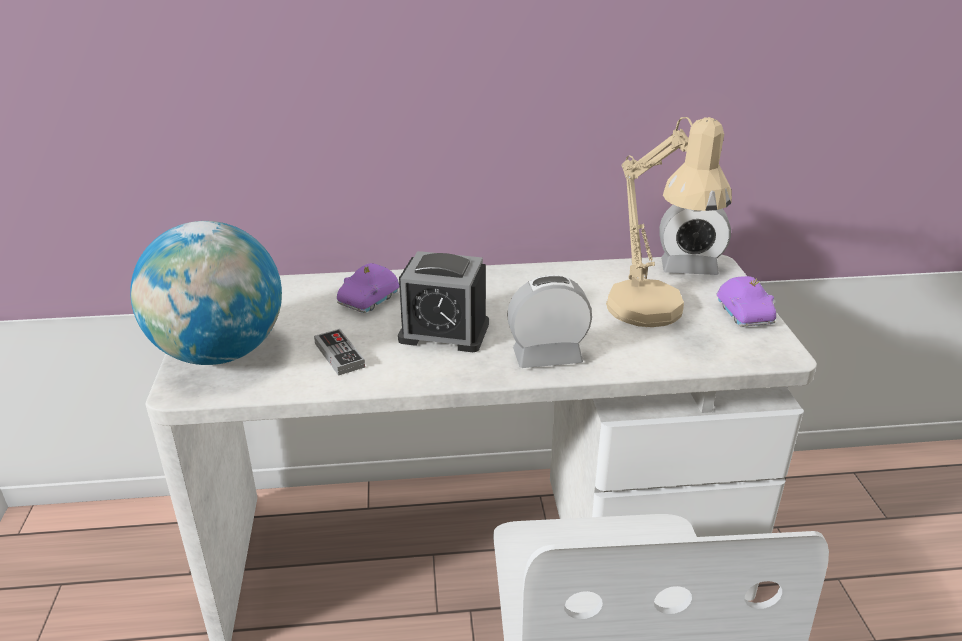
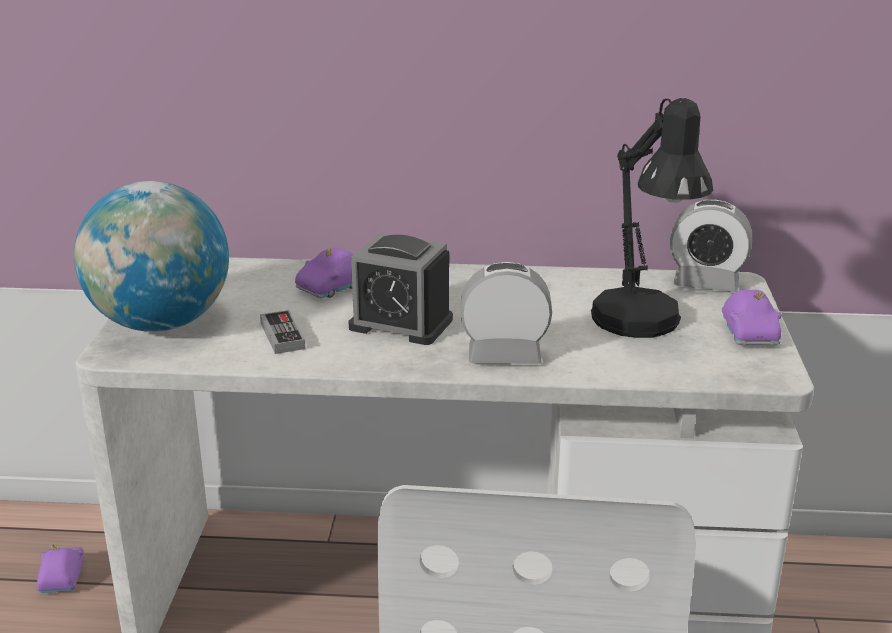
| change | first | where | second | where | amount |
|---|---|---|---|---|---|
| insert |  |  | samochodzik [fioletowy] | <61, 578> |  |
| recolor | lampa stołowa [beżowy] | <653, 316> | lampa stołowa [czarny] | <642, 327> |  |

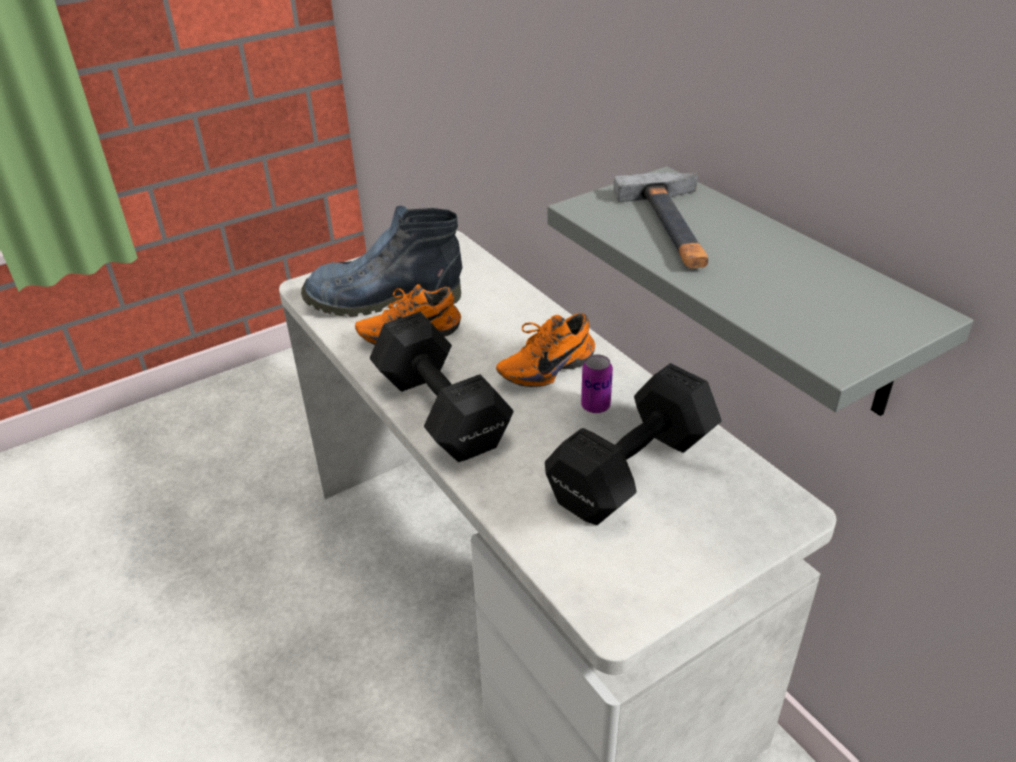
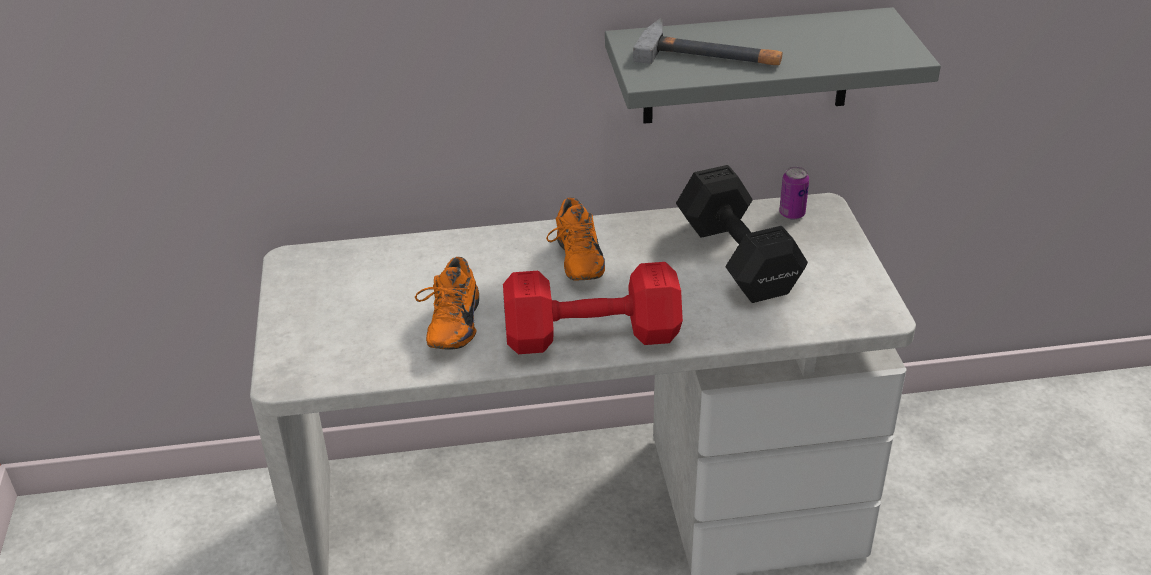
| change | first | where | second | where | amount |
|---|---|---|---|---|---|
| delete | but z cholewką | <381, 300> |  |  |  |
| move | puszka | <595, 406> |  | <792, 214> |  |
| recolor | hantel [czarny] | <440, 408> | hantel [czerwony] | <588, 335> |  |

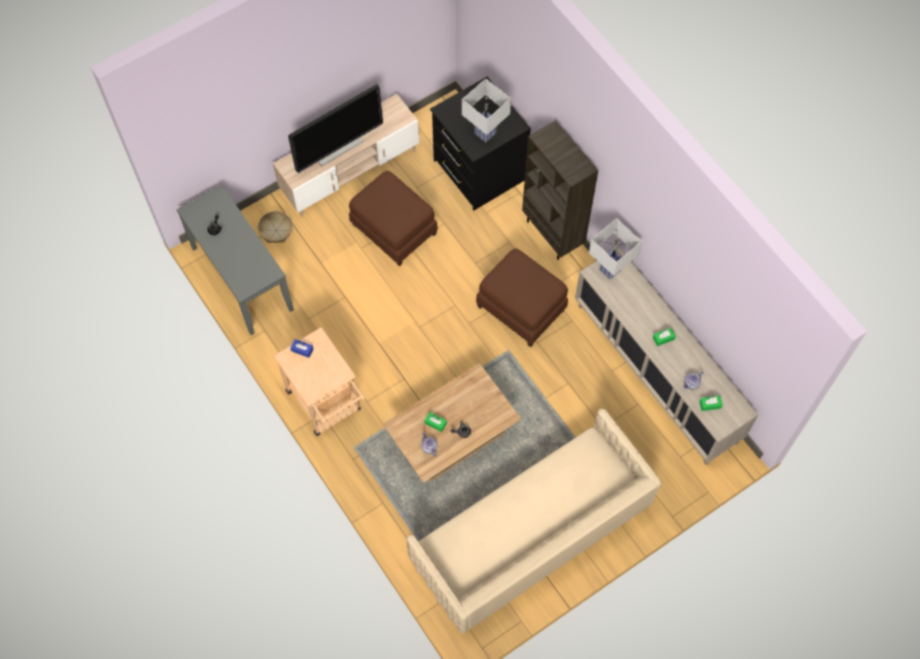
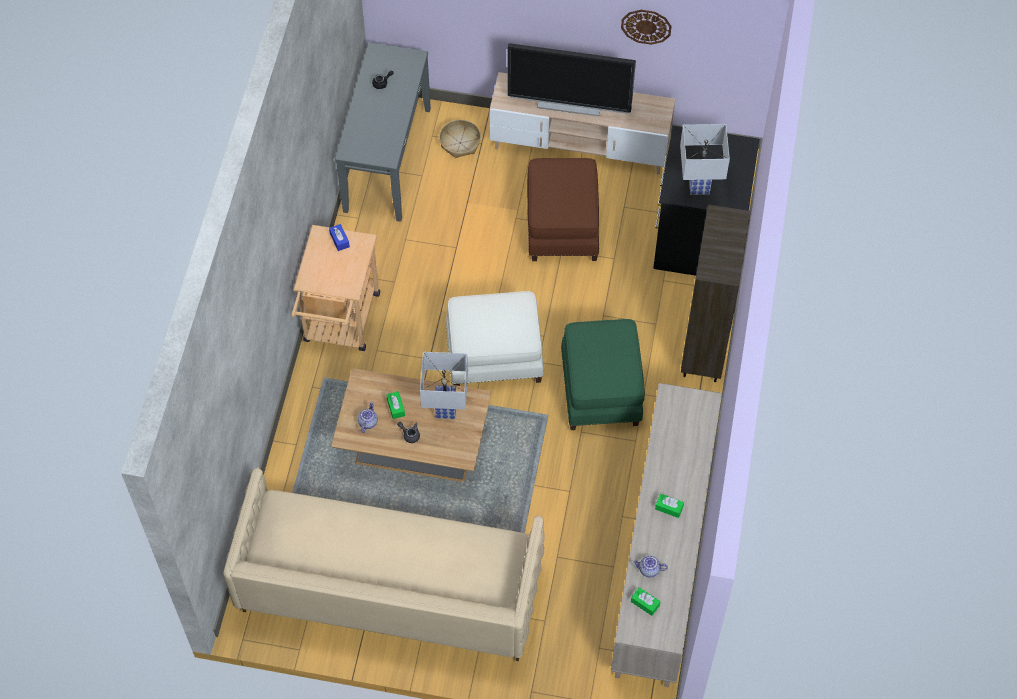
| change | first | where | second | where | amount |
|---|---|---|---|---|---|
| insert |  |  | pufa [biały] | <494, 355> |  |
| insert |  |  | zegar ścienny | <646, 26> |  |
| move | lampa stołowa [biały] | <610, 269> |  | <446, 409> |  |
| recolor | pufa [brązowy] | <521, 307> | pufa [zielony] | <601, 389> |  |

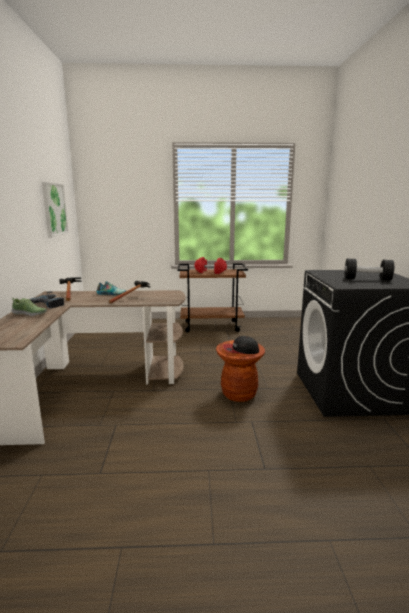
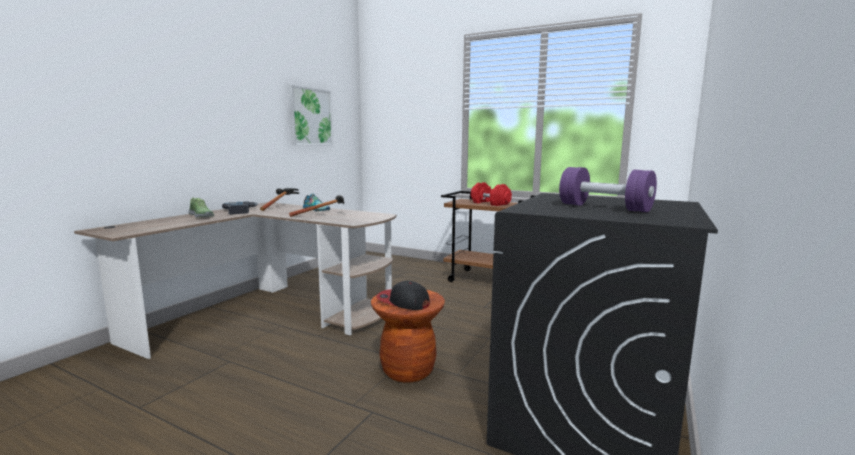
| change | first | where | second | where | amount |
|---|---|---|---|---|---|
| recolor | hantel [czarny] | <367, 279> | hantel [fioletowy] | <604, 207> |  |

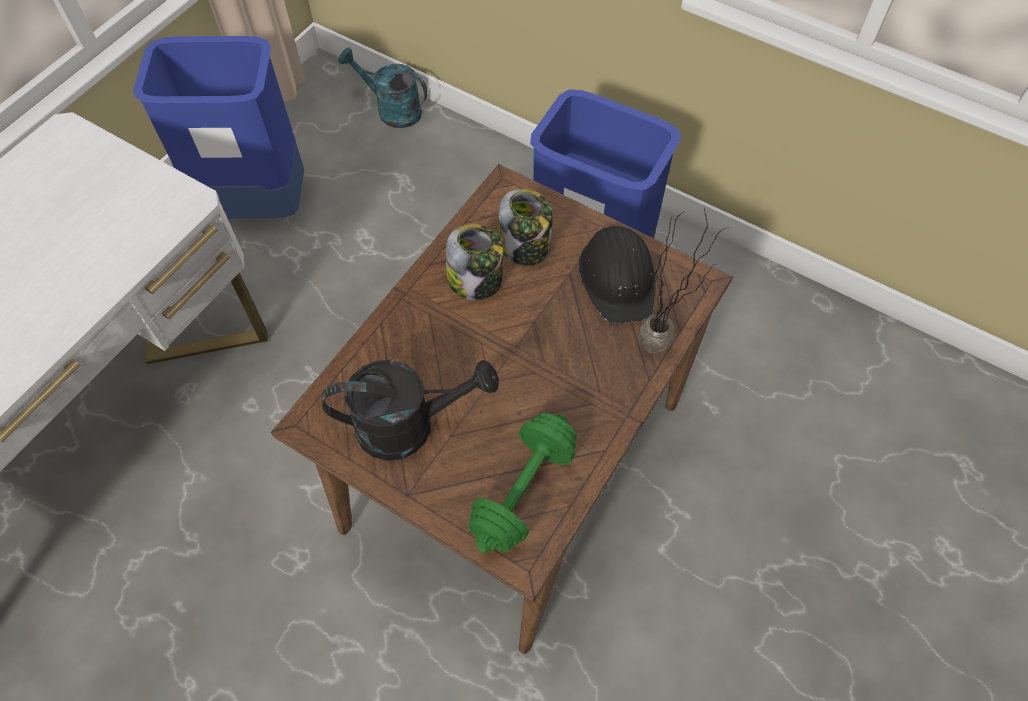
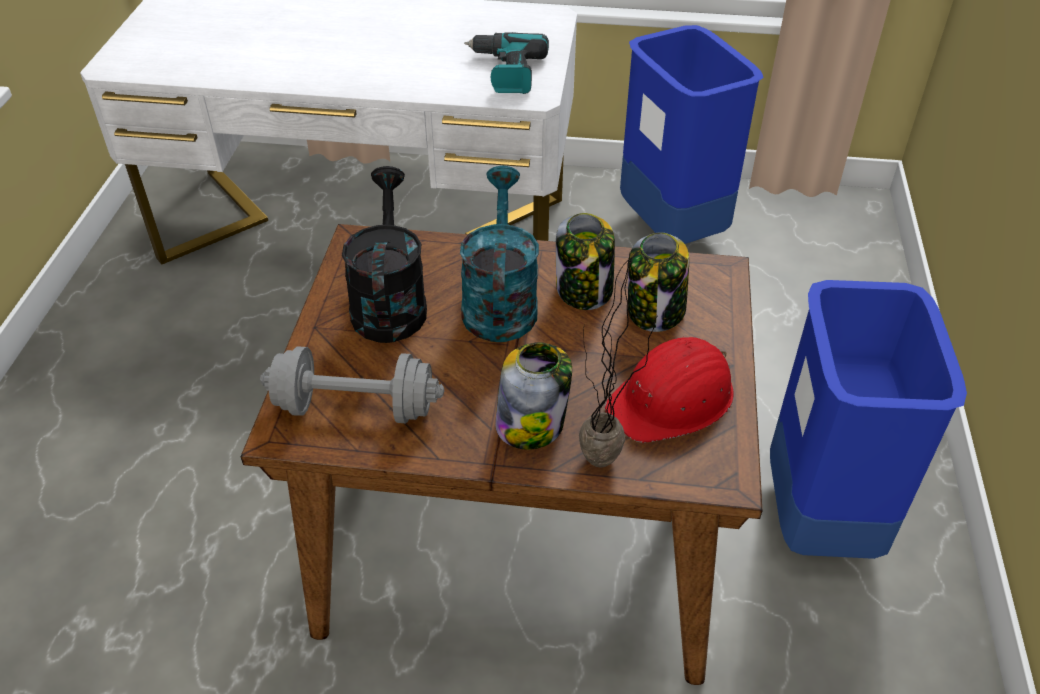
| change | first | where | second | where | amount |
|---|---|---|---|---|---|
| insert |  |  | wiertarka | <506, 72> |  |
| insert |  |  | słoik | <531, 424> |  |
| move | konewka [turkusowy] | <392, 110> |  | <499, 301> |  |
| recolor | hantel [zielony] | <523, 492> | hantel [szary] | <355, 407> |  |
| recolor | kask [czarny] | <618, 278> | kask [czerwony] | <673, 399> |  |
| rotate | konewka [czarny] | <409, 425> |  | <389, 302> | 150 degrees counterclockwise |

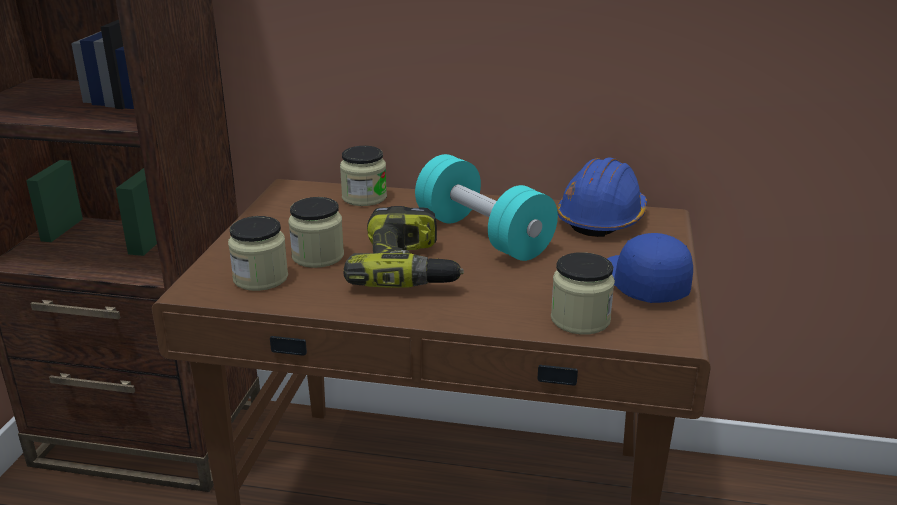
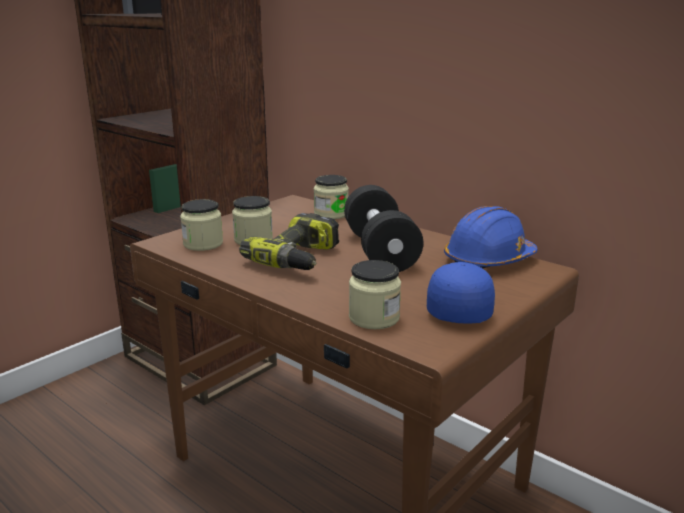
| change | first | where | second | where | amount |
|---|---|---|---|---|---|
| recolor | hantel [turkusowy] | <483, 235> | hantel [czarny] | <380, 251> |  |

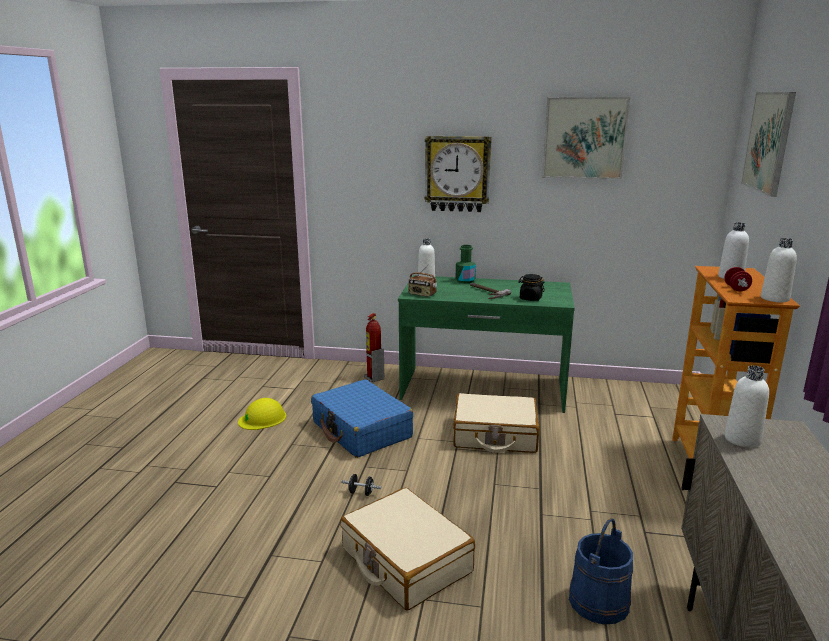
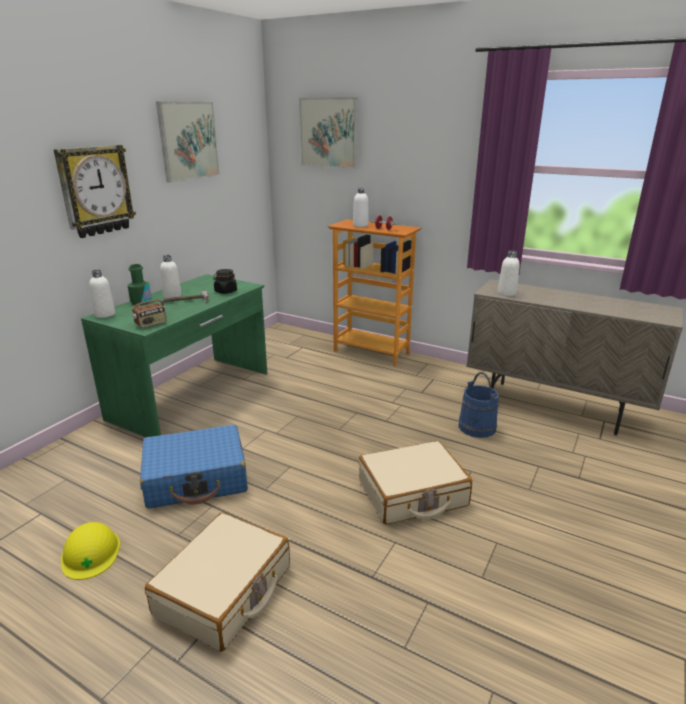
| change | first | where | second | where | amount |
|---|---|---|---|---|---|
| delete | hantel [czarny] | <361, 493> |  |  |  |
| delete | gaśnica | <374, 378> |  |  |  |
| move | walizka [beżowy] | <494, 435> |  | <224, 591> |  |
| move | butelka [biały] | <774, 298> |  | <172, 296> |  |

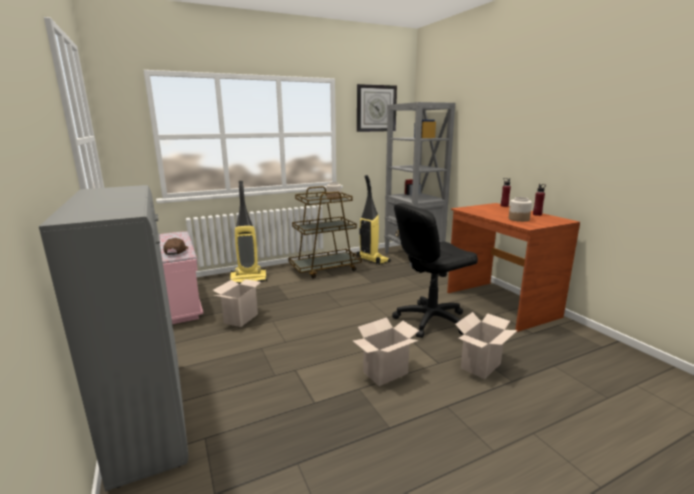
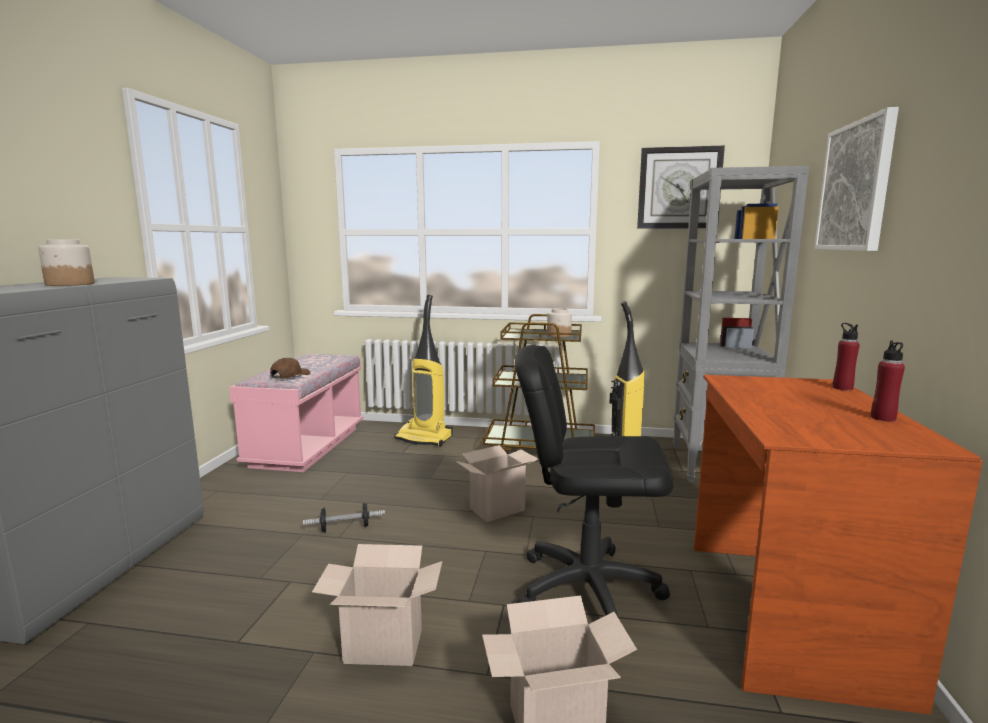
| change | first | where | second | where | amount |
|---|---|---|---|---|---|
| insert |  |  | hantel | <345, 528> |  |
| insert |  |  | obraz | <855, 187> |  |
| move | karton | <241, 318> |  | <497, 508> |  |
| move | słoik | <518, 219> |  | <69, 284> |  |

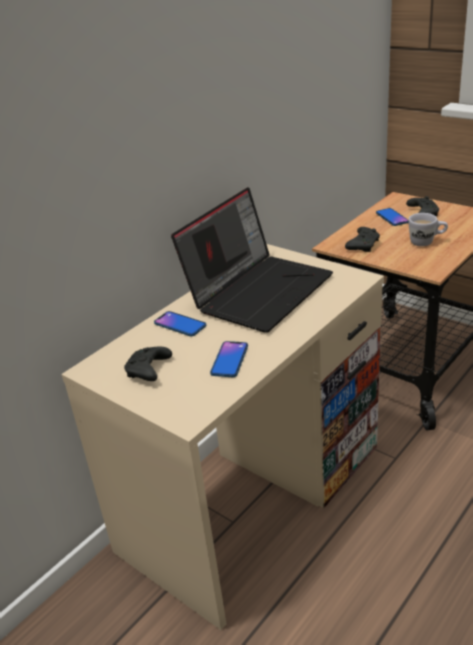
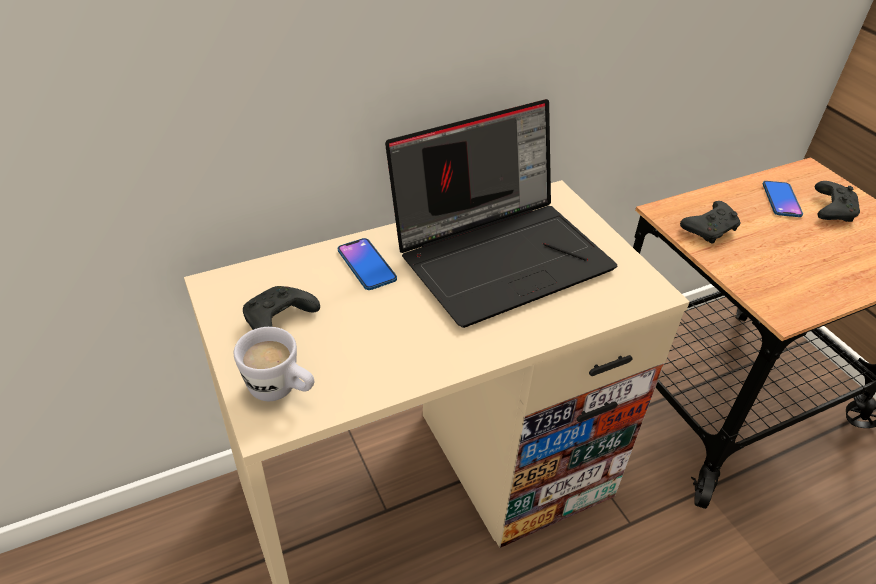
| change | first | where | second | where | amount |
|---|---|---|---|---|---|
| delete | telefon | <229, 360> |  |  |  |
| move | kubek [biały] | <426, 242> |  | <281, 390> |  |

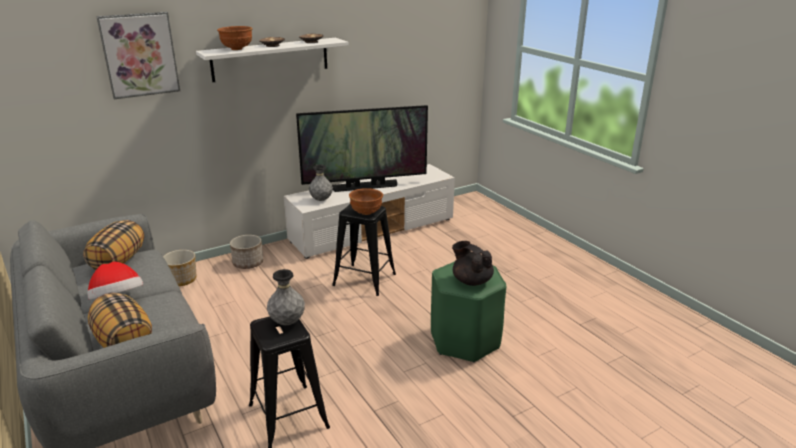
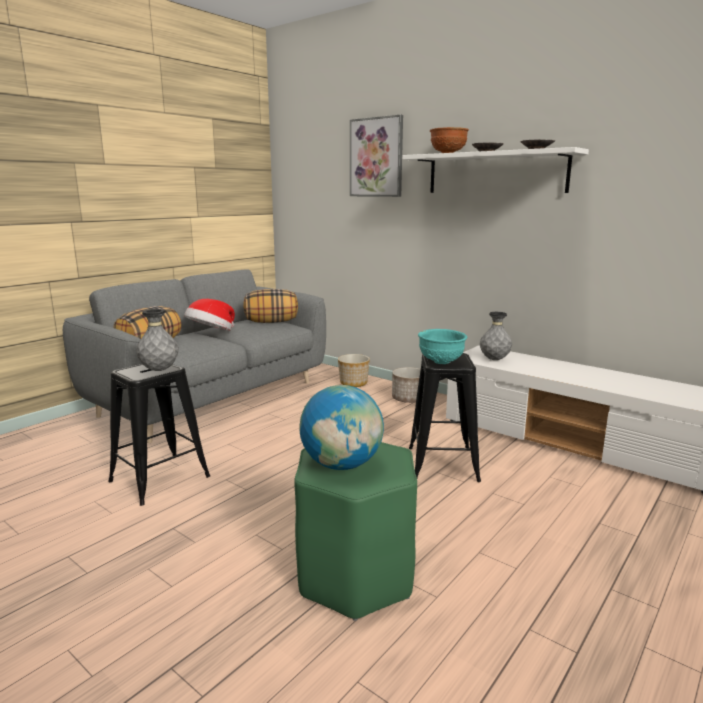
| change | first | where | second | where | amount |
|---|---|---|---|---|---|
| delete | telewizor | <365, 186> |  |  |  |
| replace | imbryk [czarny] | <471, 281> | globus | <342, 464> |  |
| recolor | miska [brązowy] | <366, 213> | miska [turkusowy] | <441, 362> |  |

